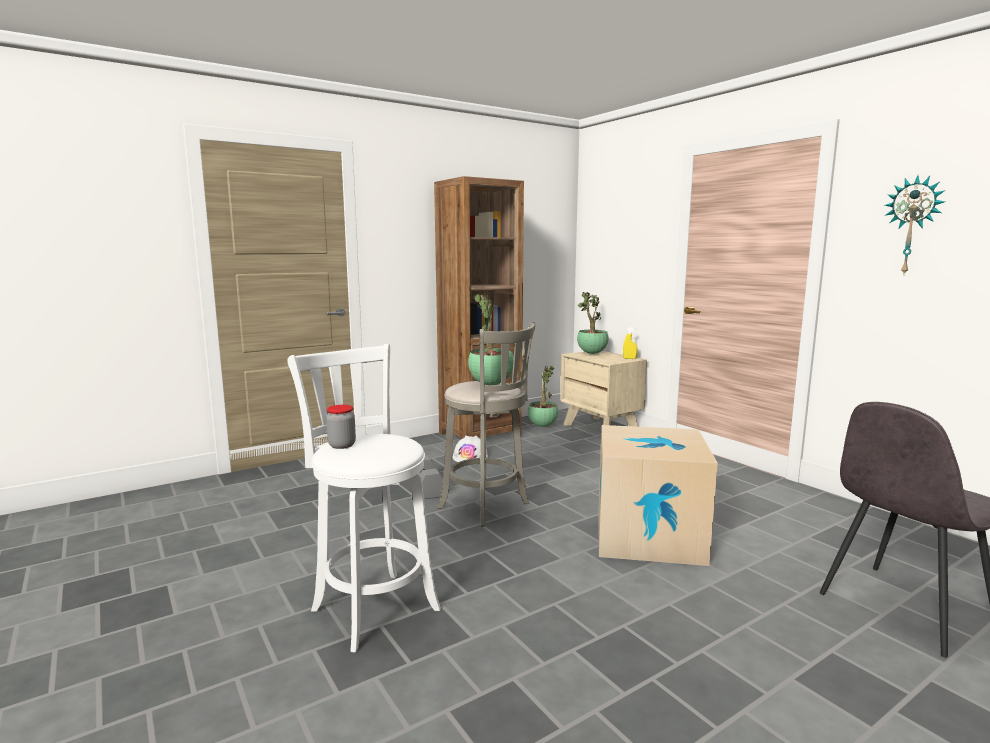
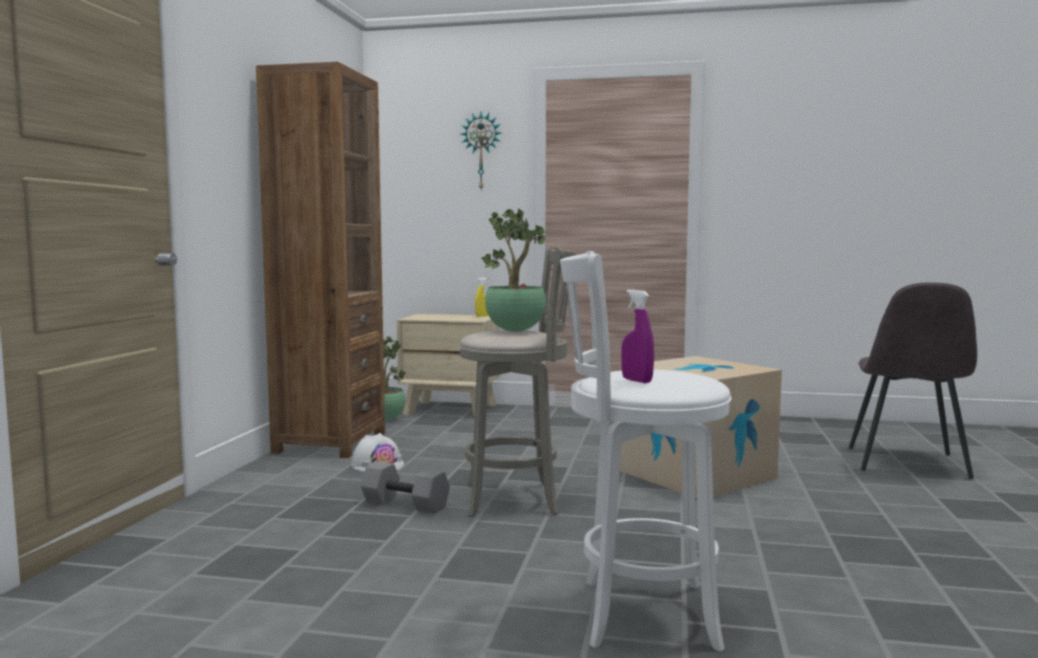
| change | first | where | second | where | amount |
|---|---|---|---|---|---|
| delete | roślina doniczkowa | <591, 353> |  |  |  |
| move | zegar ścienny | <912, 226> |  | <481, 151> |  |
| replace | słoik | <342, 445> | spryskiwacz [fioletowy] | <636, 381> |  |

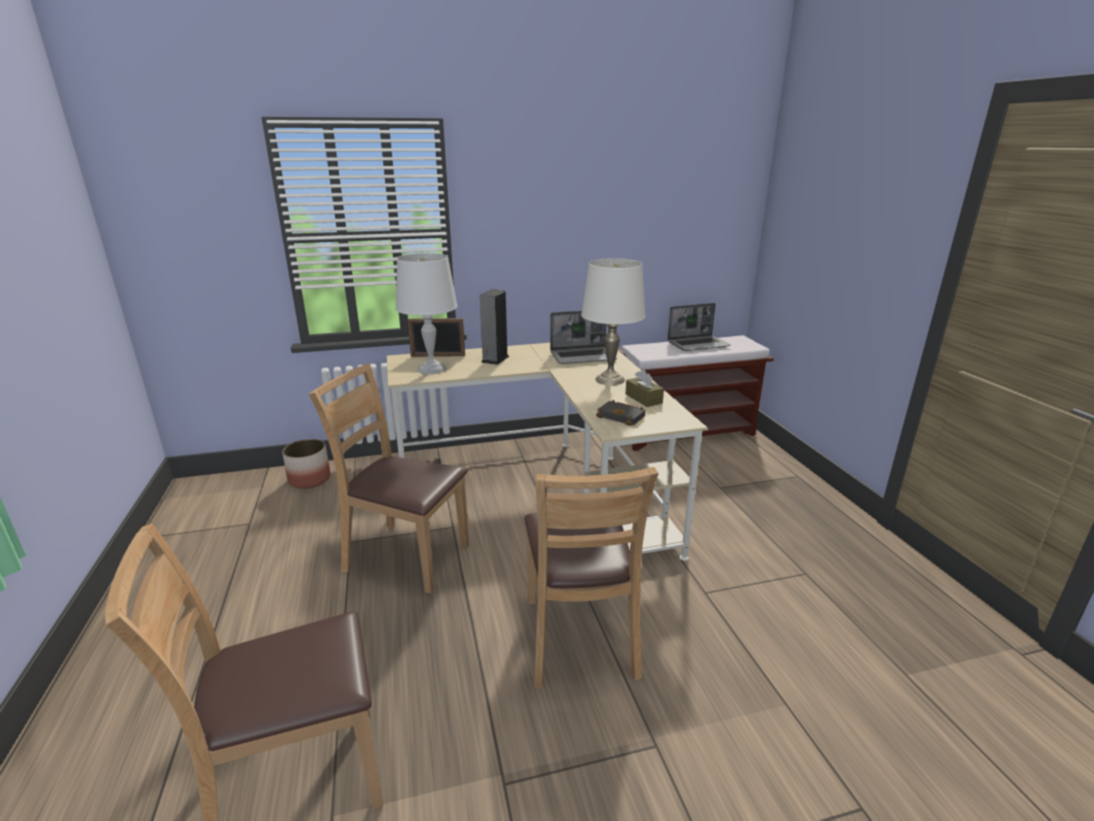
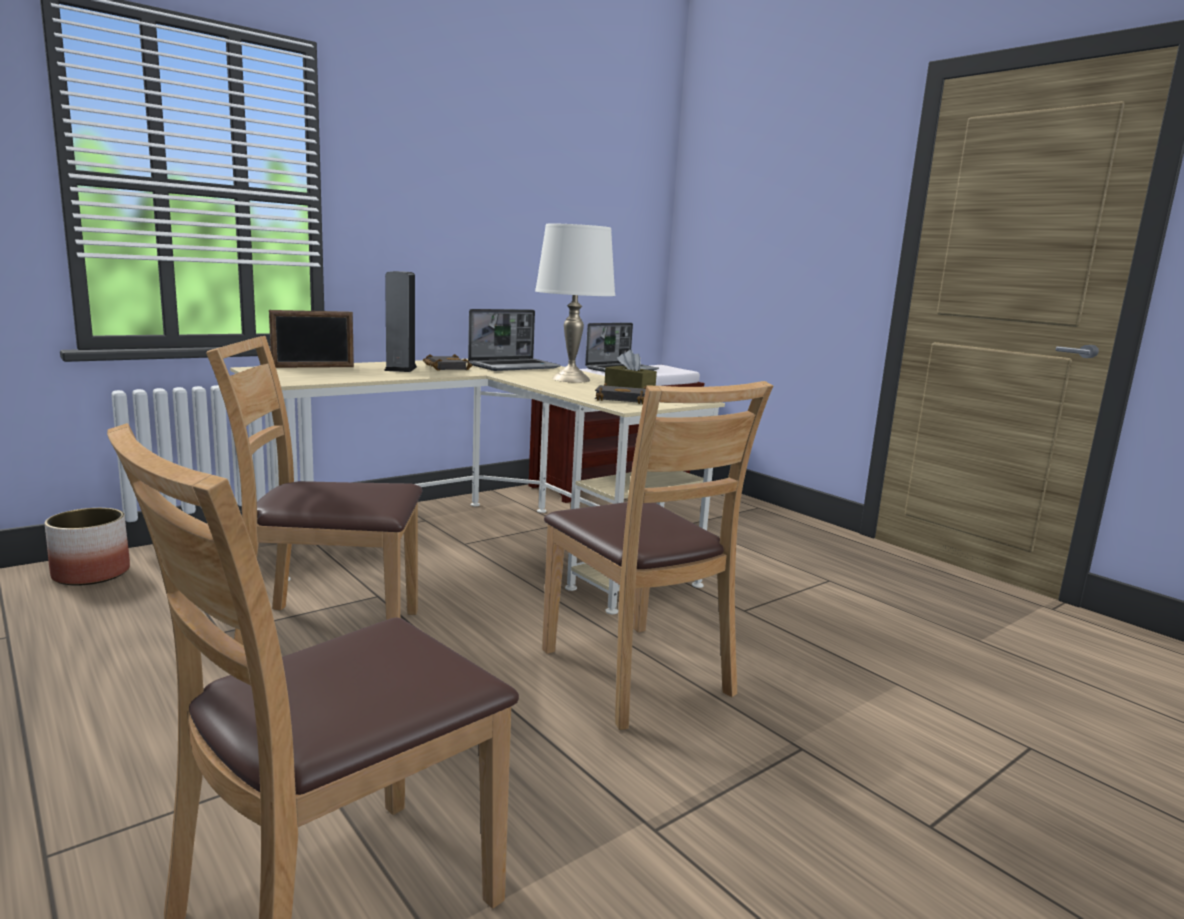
| change | first | where | second | where | amount |
|---|---|---|---|---|---|
| delete | lampa stołowa [biały] | <431, 369> |  |  |  |
| insert |  |  | książka [czarny] | <444, 367> |  |

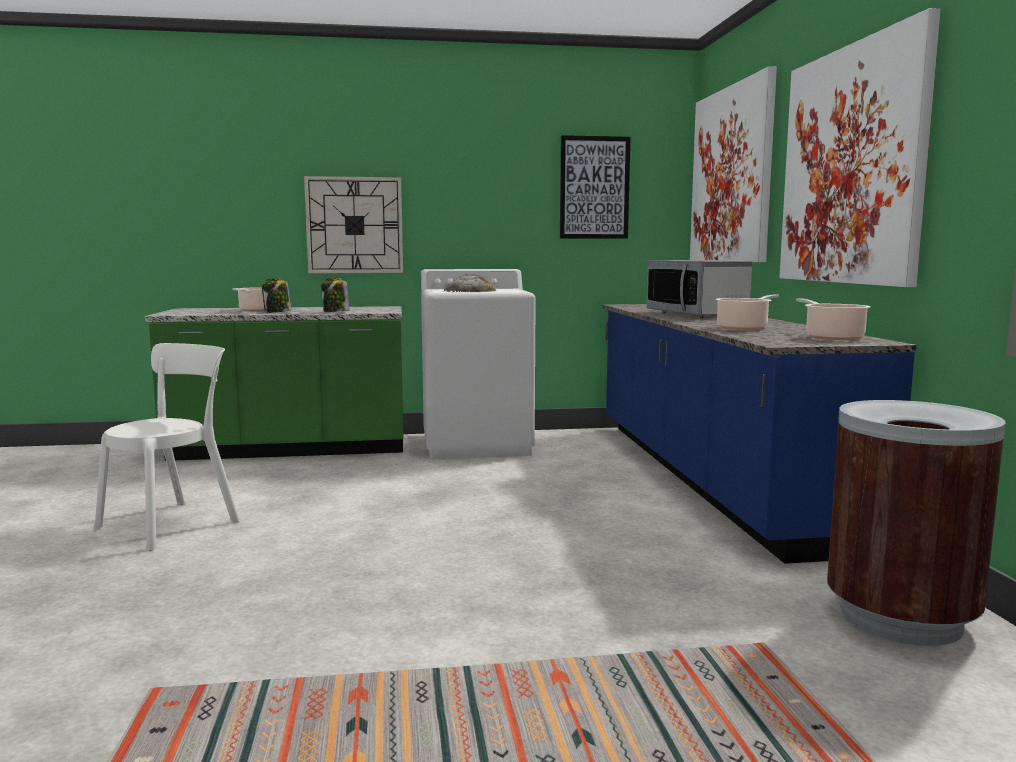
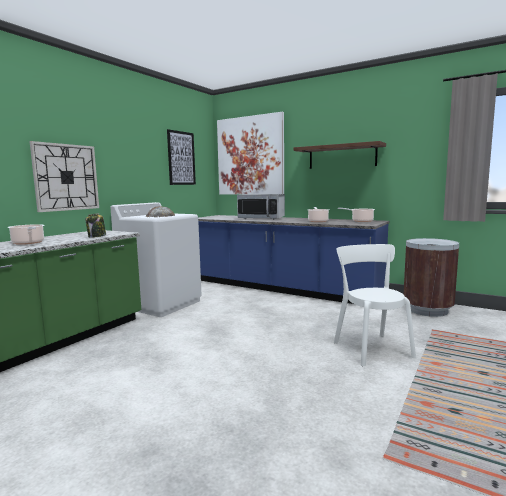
| change | first | where | second | where | amount |
|---|---|---|---|---|---|
| delete | słoik | <277, 312> |  |  |  |
| move | krzesło [biały] | <174, 523> |  | <370, 348> |  |
| replace | obraz | <851, 166> | półka [brązowy] | <342, 156> |  |

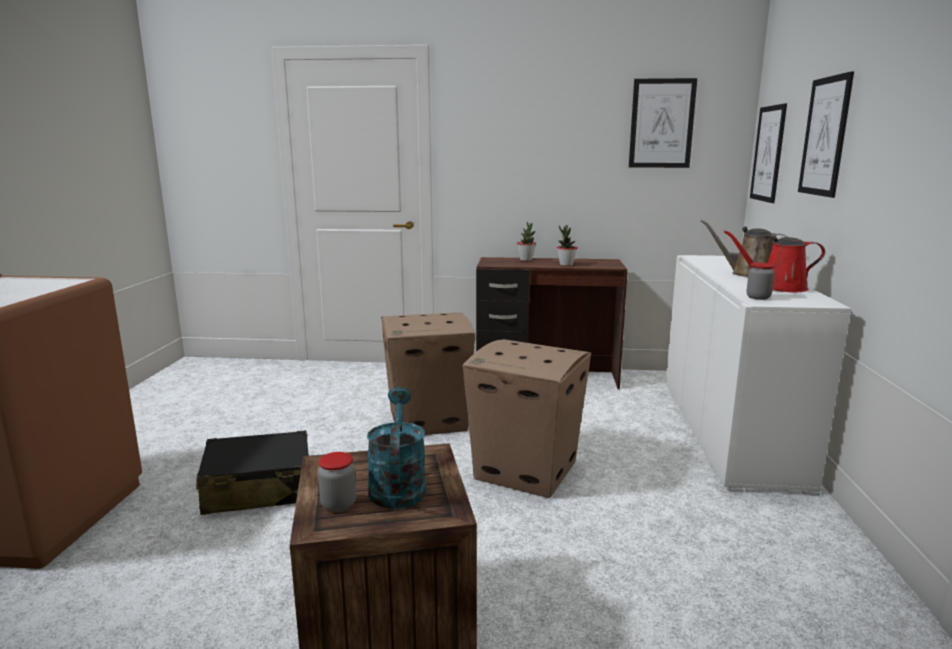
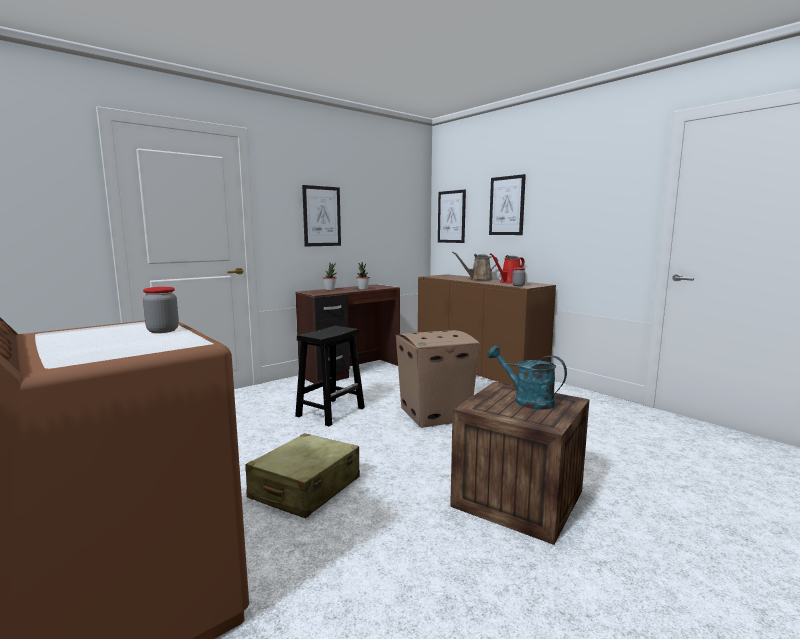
| change | first | where | second | where | amount |
|---|---|---|---|---|---|
| move | słoik | <338, 504> |  | <163, 330> |  |
| move | obraz | <661, 123> |  | <322, 216> |  |
| replace | karton | <429, 420> | stołek [czarny] | <331, 411> |  |
| recolor | walizka [czarny] | <258, 489> | walizka [beżowy] | <305, 488> |  |
| recolor | szafka [biały] | <728, 431> | szafka [brązowy] | <478, 369> |  |

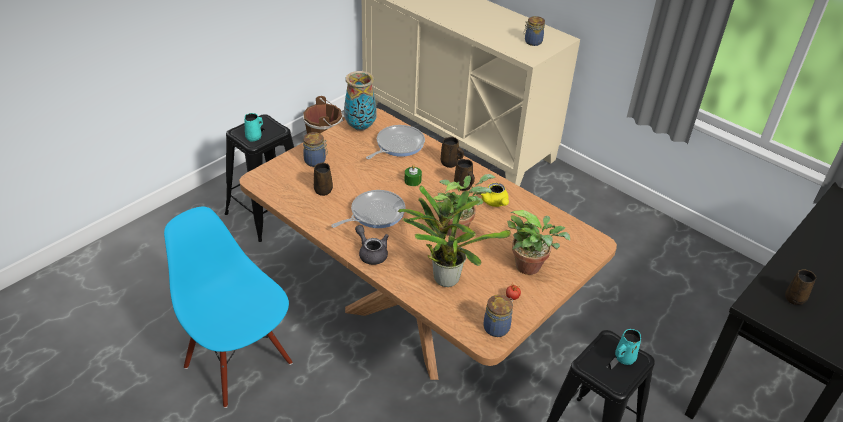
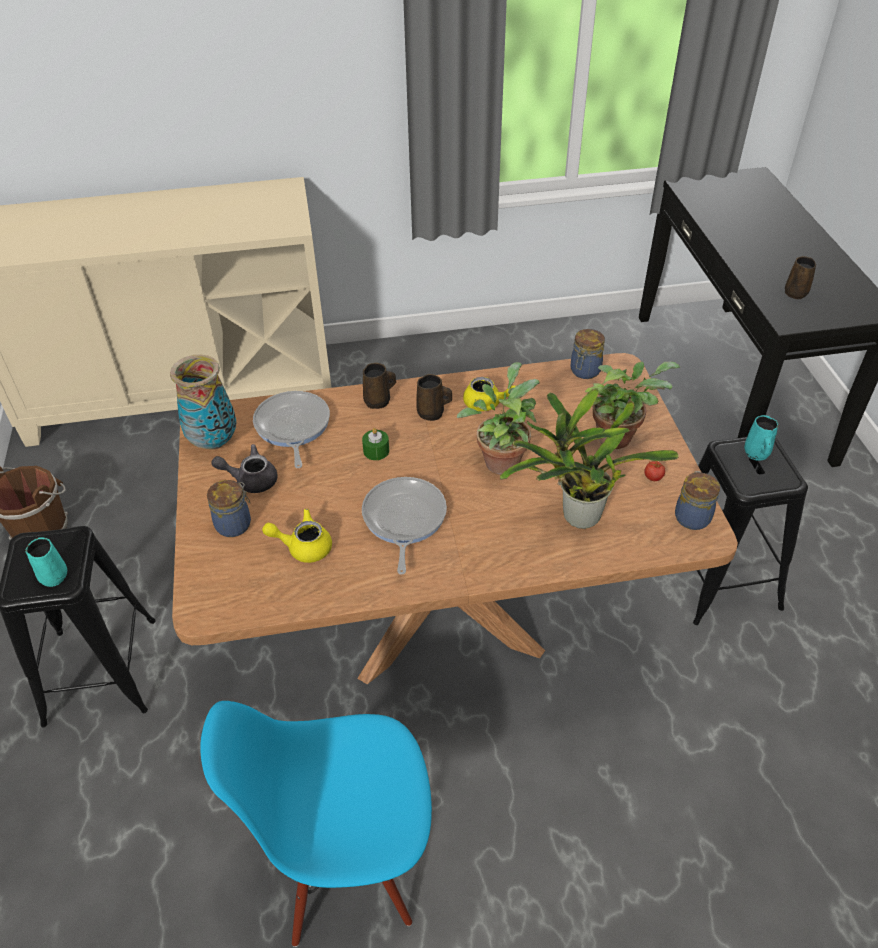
| change | first | where | second | where | amount |
|---|---|---|---|---|---|
| move | imbryk [szary] | <371, 253> |  | <251, 480> |  |
| move | słoik | <532, 42> |  | <584, 371> |  |
| replace | kubek [brązowy] | <323, 189> | imbryk [żółty] | <303, 547> |  |

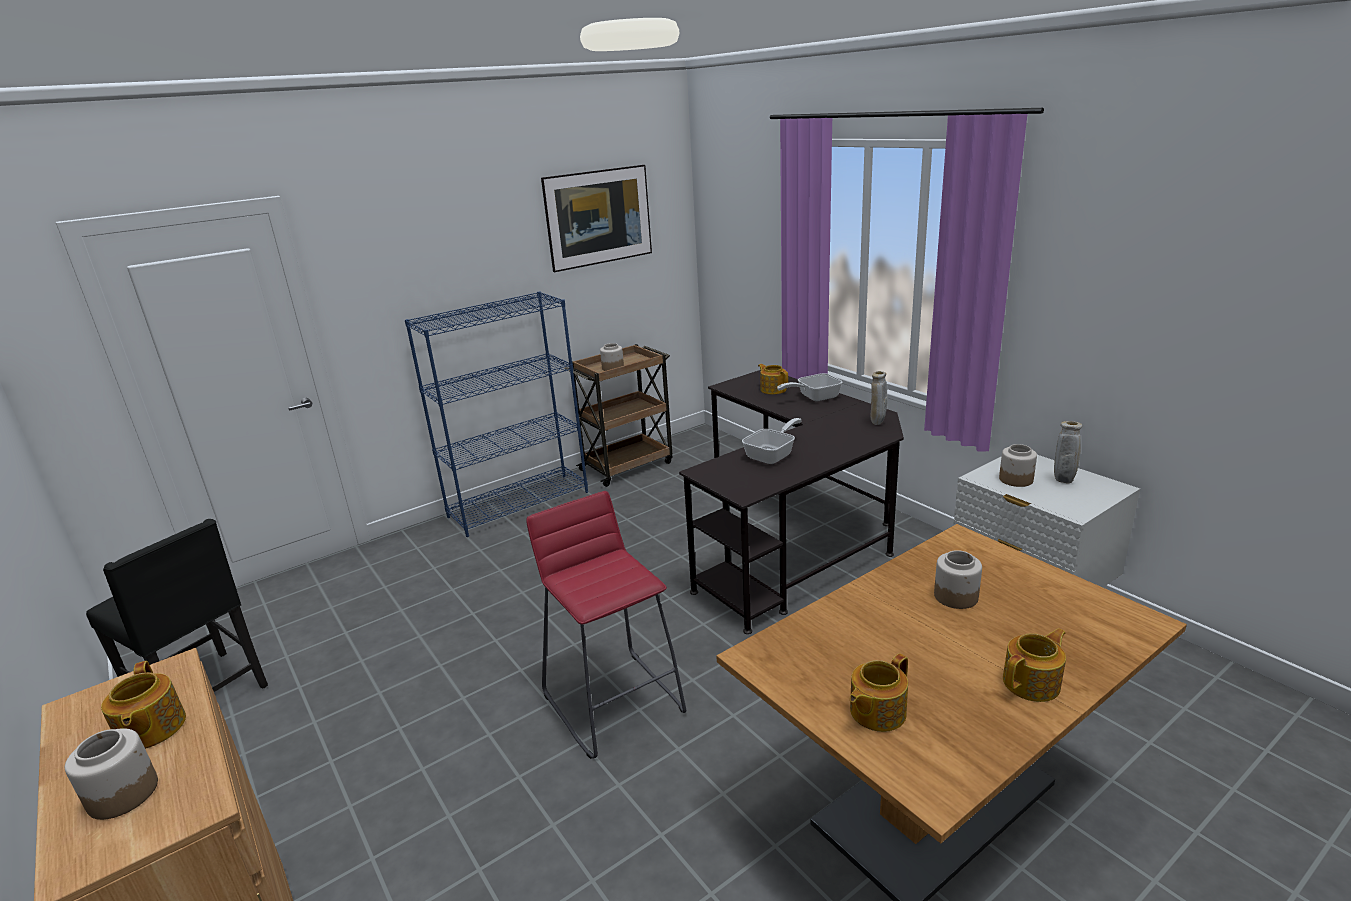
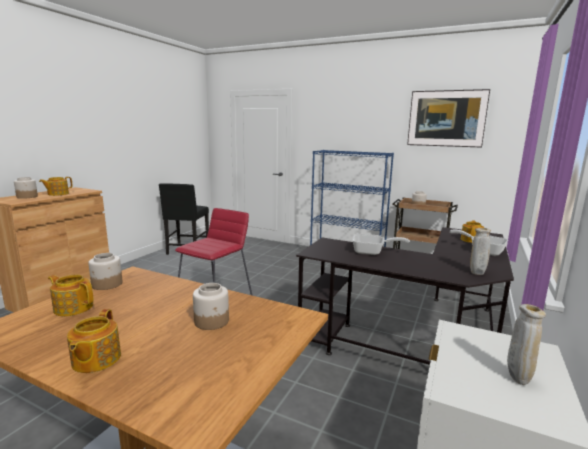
| change | first | where | second | where | amount |
|---|---|---|---|---|---|
| move | słoik | <1016, 479> |  | <107, 284> |  |
| rotate | imbryk | <1032, 683> |  | <95, 360> | 60 degrees clockwise |

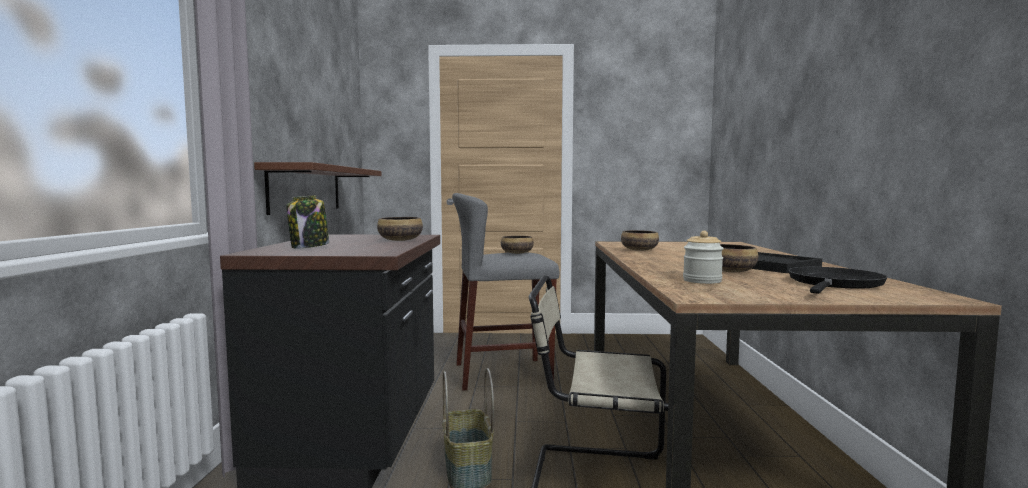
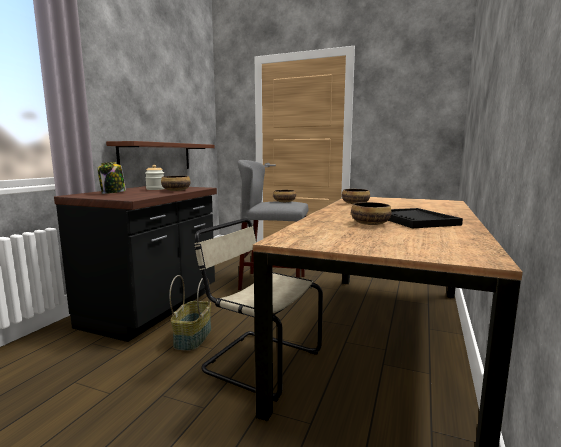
| change | first | where | second | where | amount |
|---|---|---|---|---|---|
| delete | patelnia [czarny] | <834, 284> |  |  |  |
| move | słoik | <702, 281> |  | <155, 189> |  |

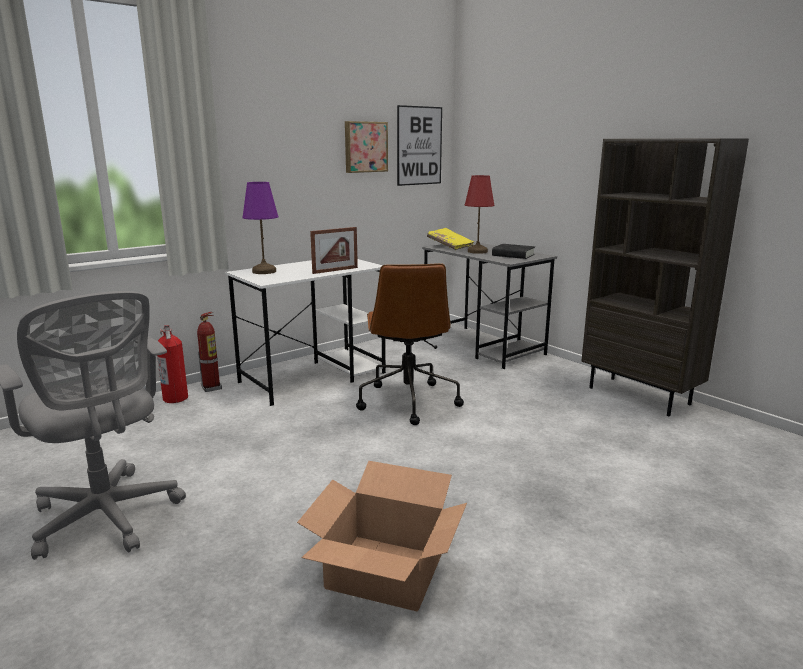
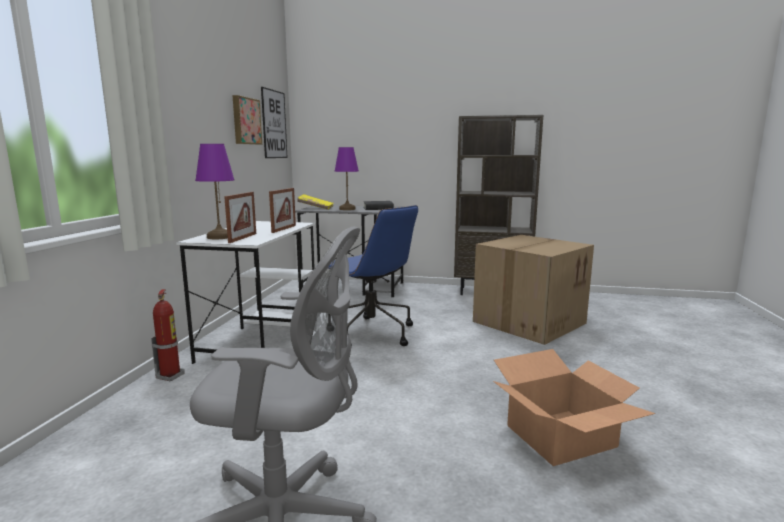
| change | first | where | second | where | amount |
|---|---|---|---|---|---|
| delete | gaśnica | <176, 398> |  |  |  |
| insert |  |  | ramka na zdjęcie | <243, 238> |  |
| insert |  |  | karton | <528, 321> |  |
| recolor | krzesło biurowe [brązowy] | <407, 401> | krzesło biurowe [niebieski] | <370, 333> |  |
| recolor | lampa stołowa [czerwony] | <477, 251> | lampa stołowa [fioletowy] | <347, 209> |  |

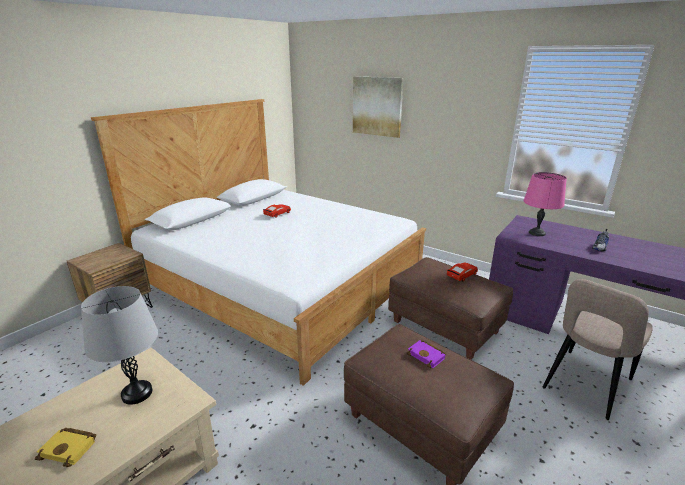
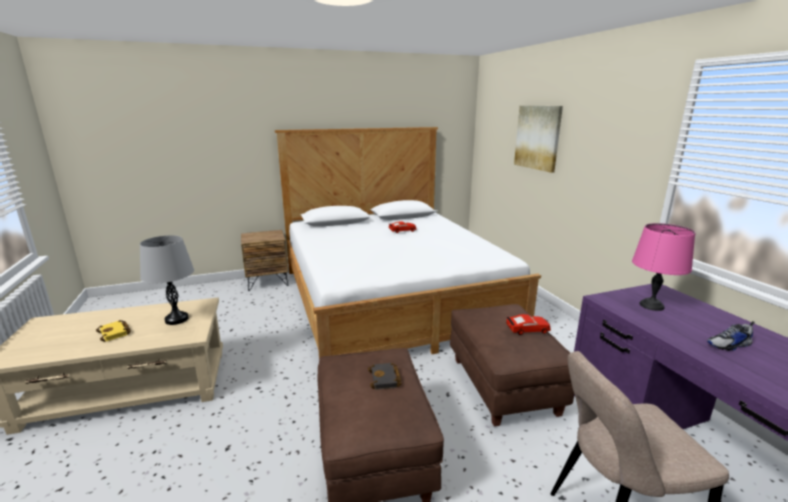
| change | first | where | second | where | amount |
|---|---|---|---|---|---|
| recolor | książka [fioletowy] | <427, 356> | książka [czarny] | <385, 379> |  |

